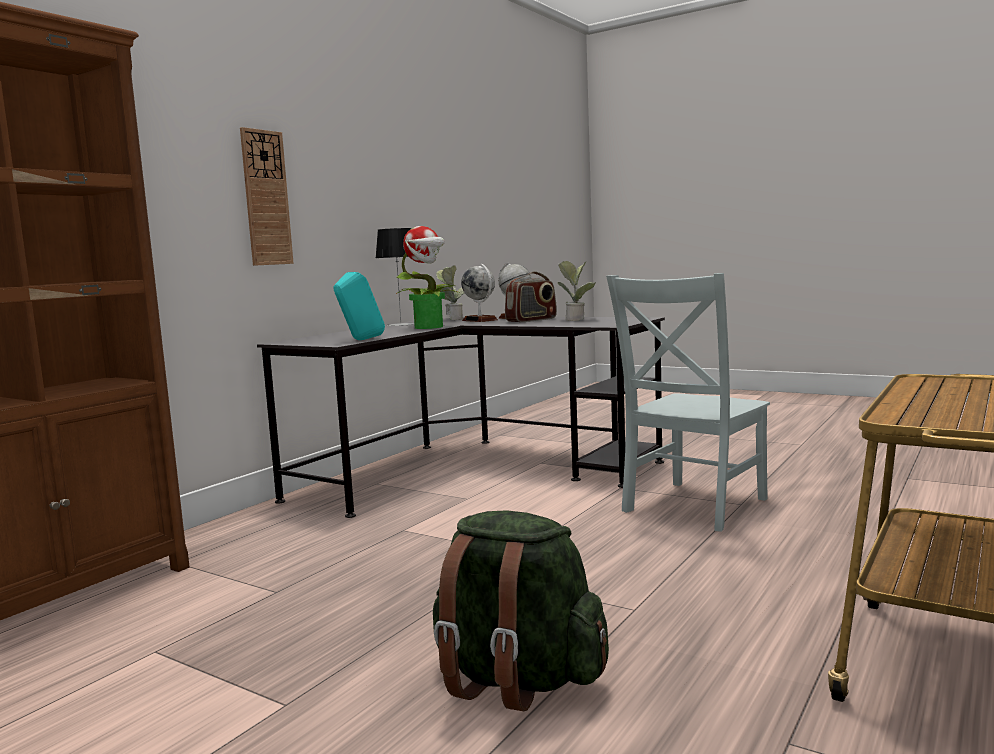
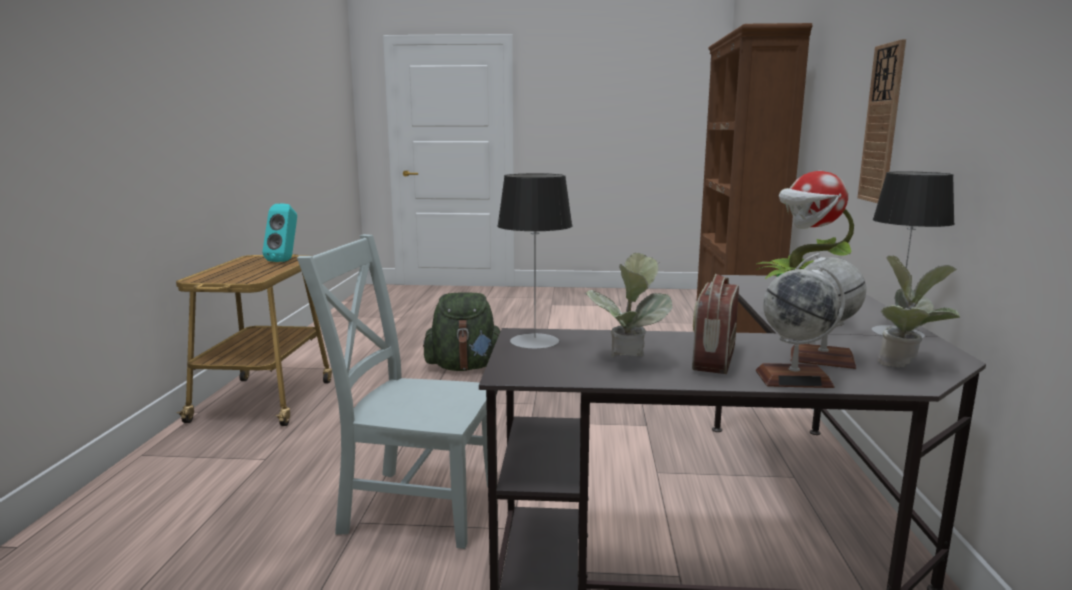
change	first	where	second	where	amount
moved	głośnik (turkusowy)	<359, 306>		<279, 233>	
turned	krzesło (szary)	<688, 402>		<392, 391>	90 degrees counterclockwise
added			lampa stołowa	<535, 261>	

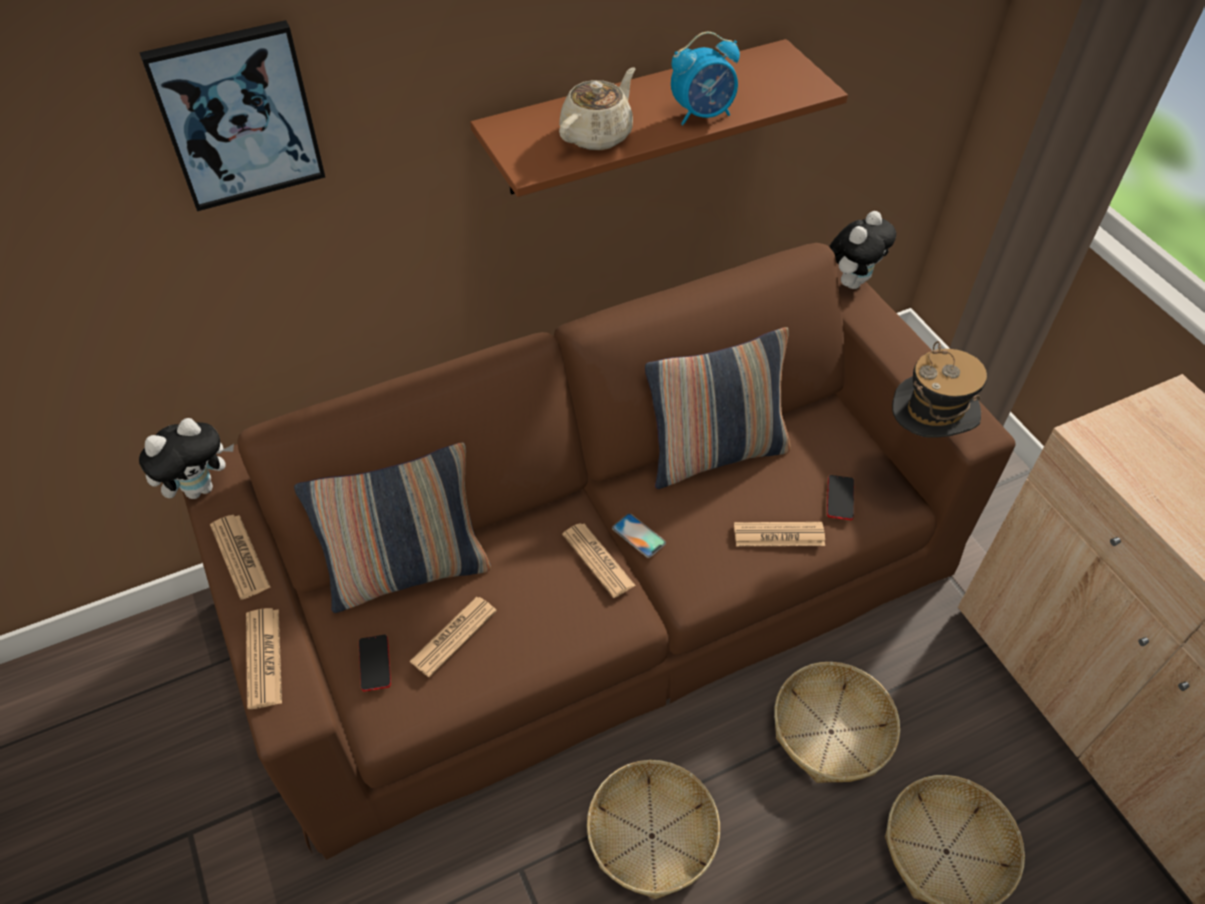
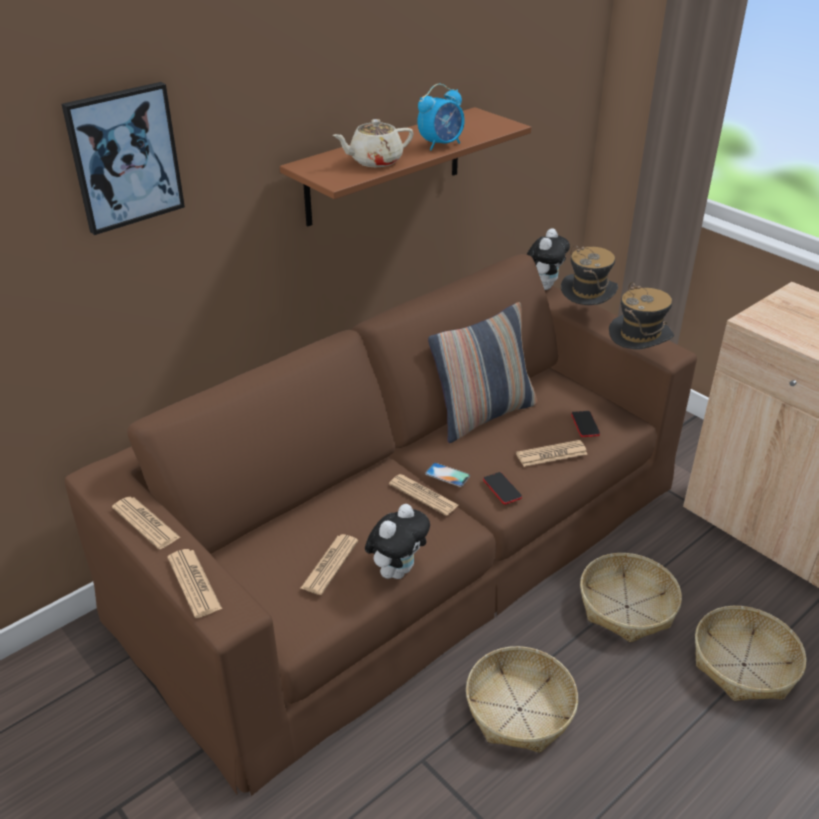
change	first	where	second	where	amount
turned	imbryk (beżowy)	<597, 108>		<373, 143>	135 degrees counterclockwise
moved	pluszak	<186, 458>		<397, 541>	
removed	poduszka	<392, 527>			
moved	telefon	<375, 663>		<502, 488>	
added			kapelusz	<589, 275>	

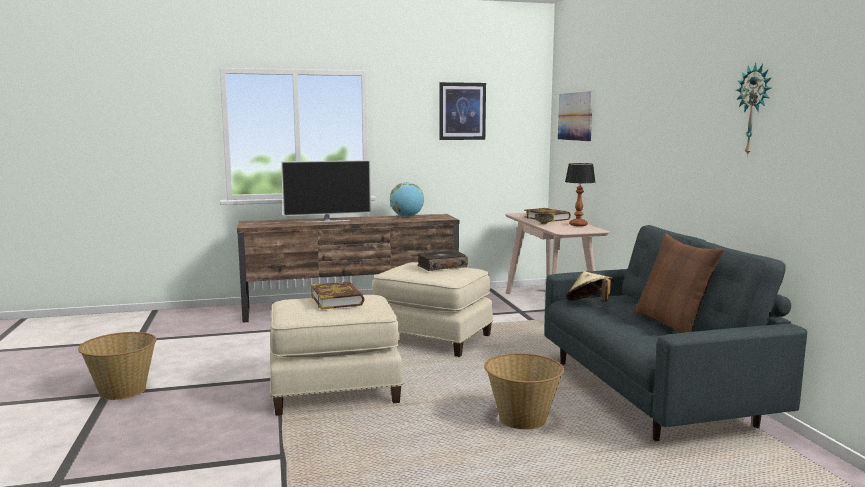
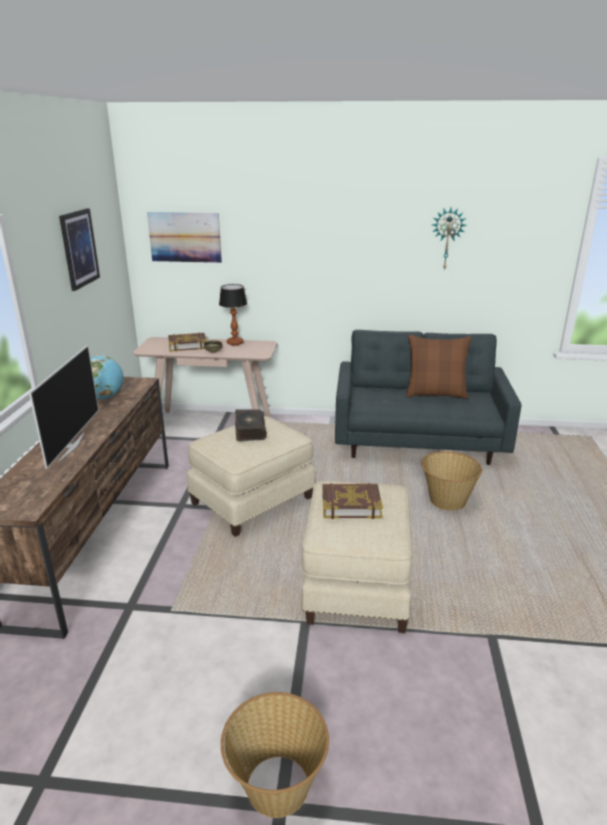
change	first	where	second	where	amount
removed	kapelusz (beżowy)	<590, 286>			

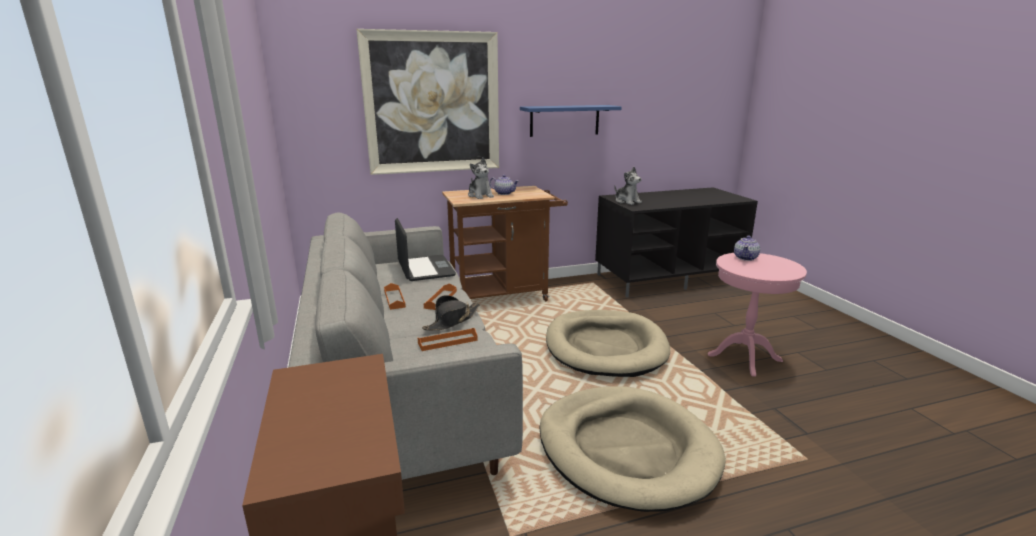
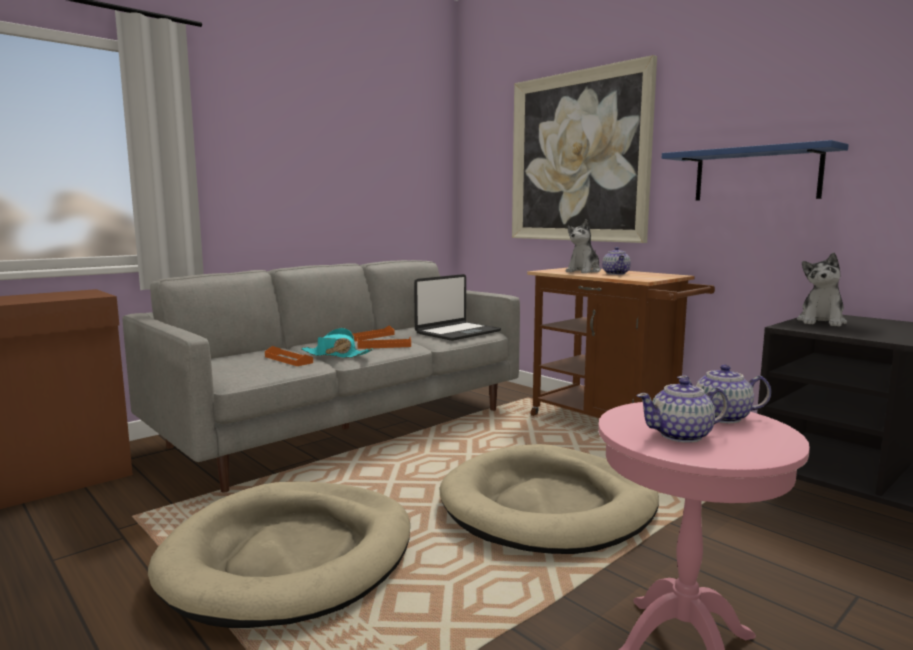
change	first	where	second	where	amount
recoloured	kapelusz (czarny)	<451, 312>	kapelusz (turkusowy)	<337, 343>	
added			imbryk	<682, 410>	

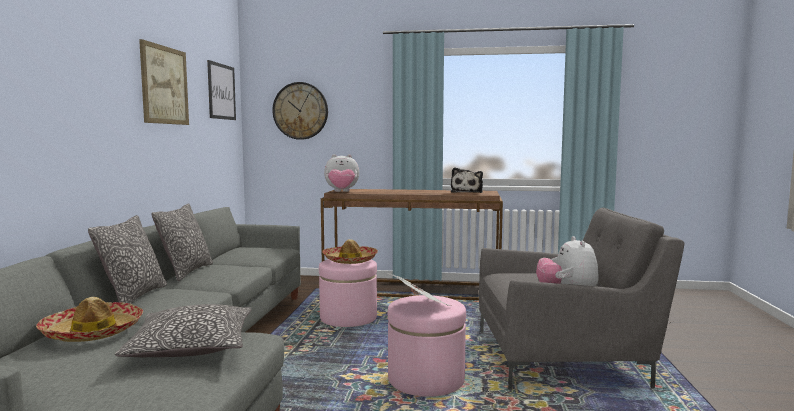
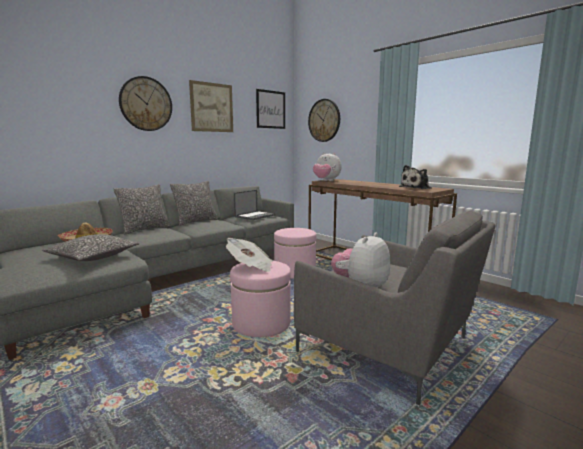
change	first	where	second	where	amount
removed	kapelusz	<350, 251>			
added			zegar ścienny	<145, 103>	
added			laptop	<254, 205>	

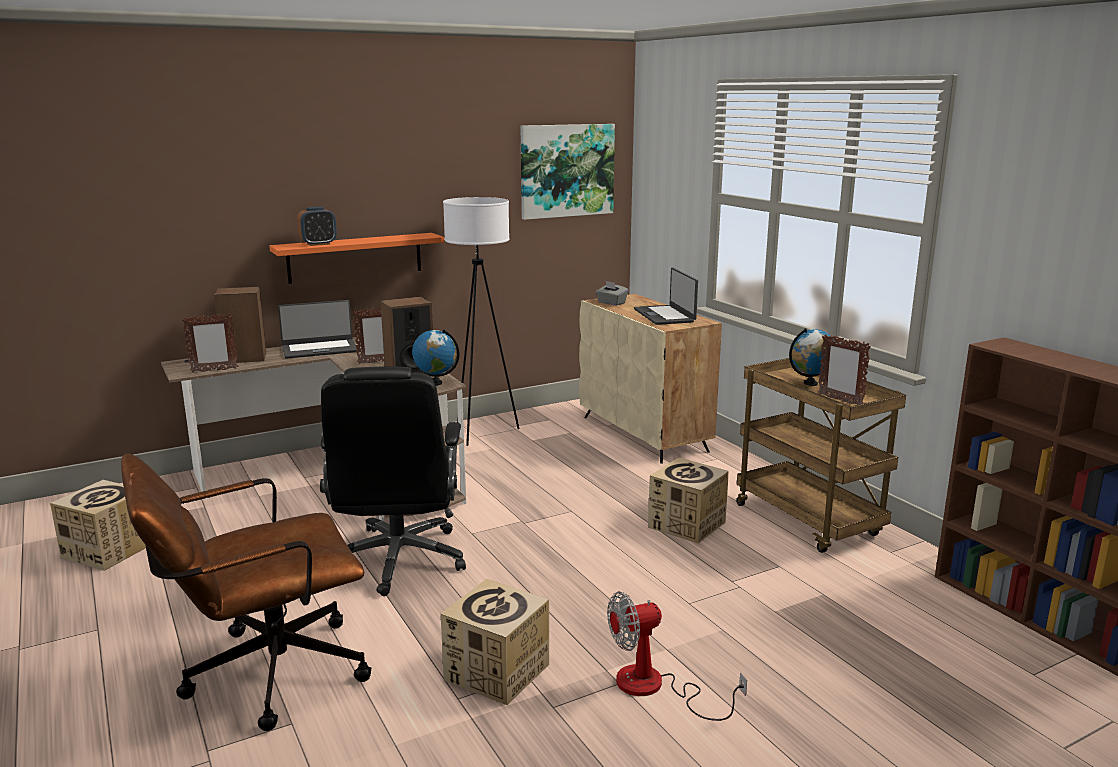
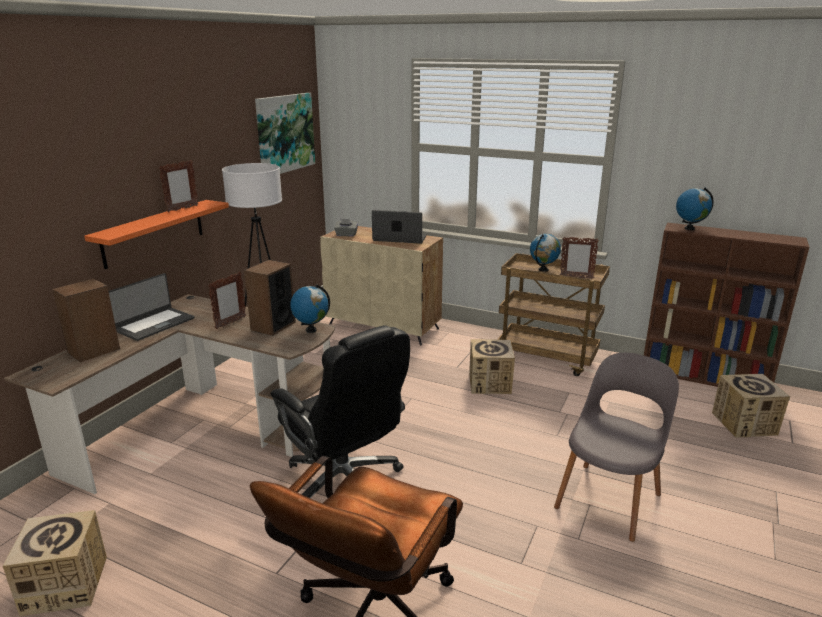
change	first	where	second	where	amount
removed	budzik	<317, 226>			
turned	laptop	<666, 296>		<399, 227>	150 degrees clockwise
moved	ramka na zdjęcie	<210, 343>		<178, 186>	
moved	karton	<495, 642>		<751, 406>	
replaced	wentylator	<677, 656>	krzesło (szary)	<616, 447>	
added			globus	<695, 209>	

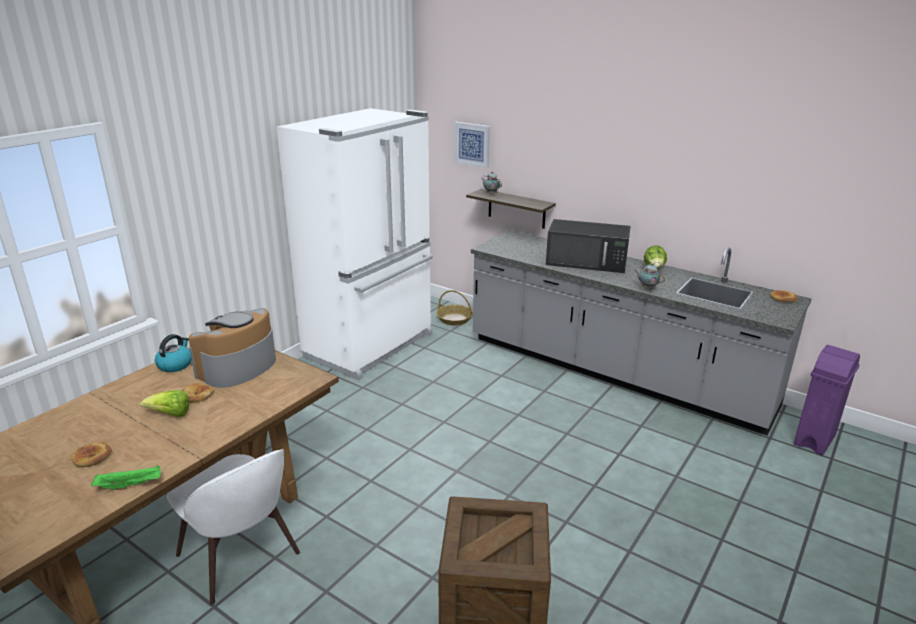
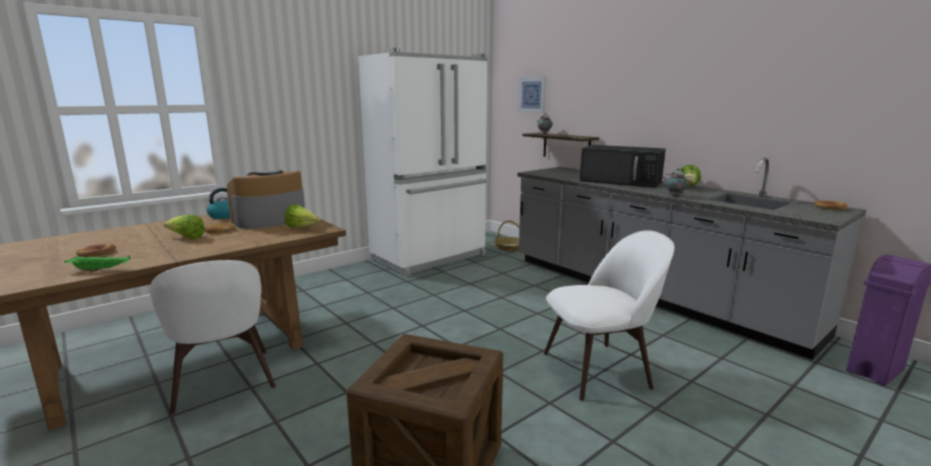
change	first	where	second	where	amount
added			sałata	<302, 216>	
added			krzesło (biały)	<609, 315>	

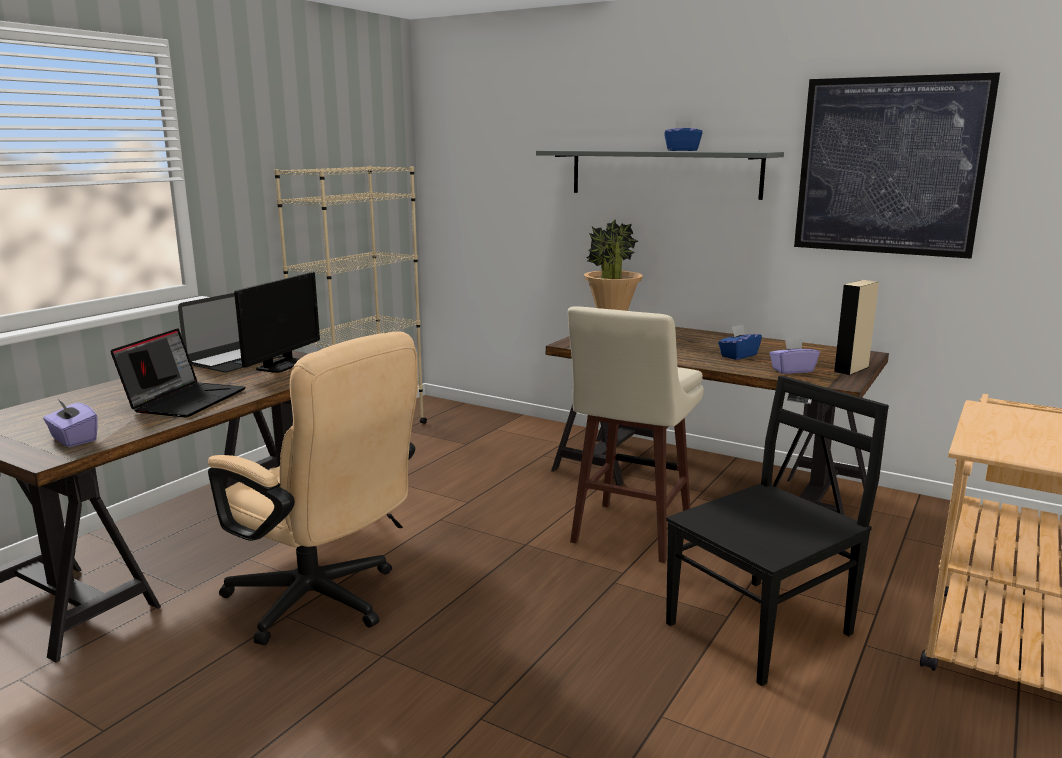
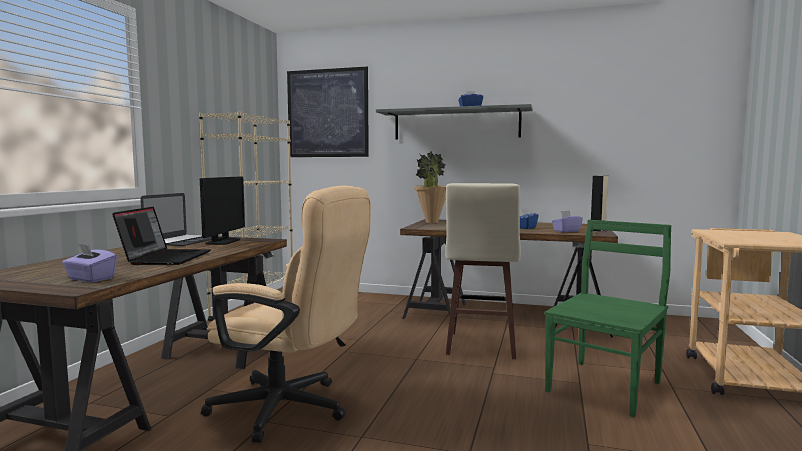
change	first	where	second	where	amount
moved	obraz	<897, 165>		<328, 112>	
recoloured	krzesło (czarny)	<777, 530>	krzesło (zielony)	<607, 318>	

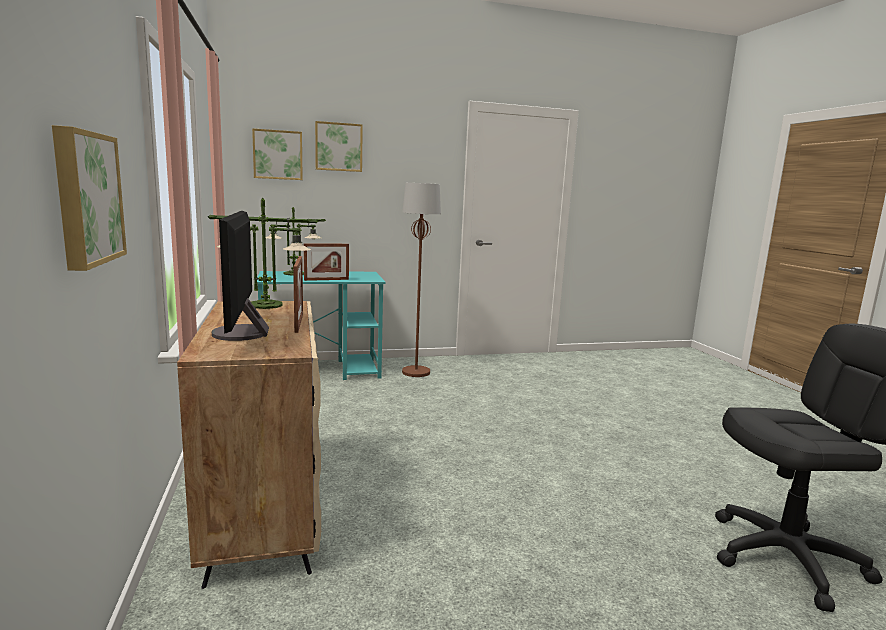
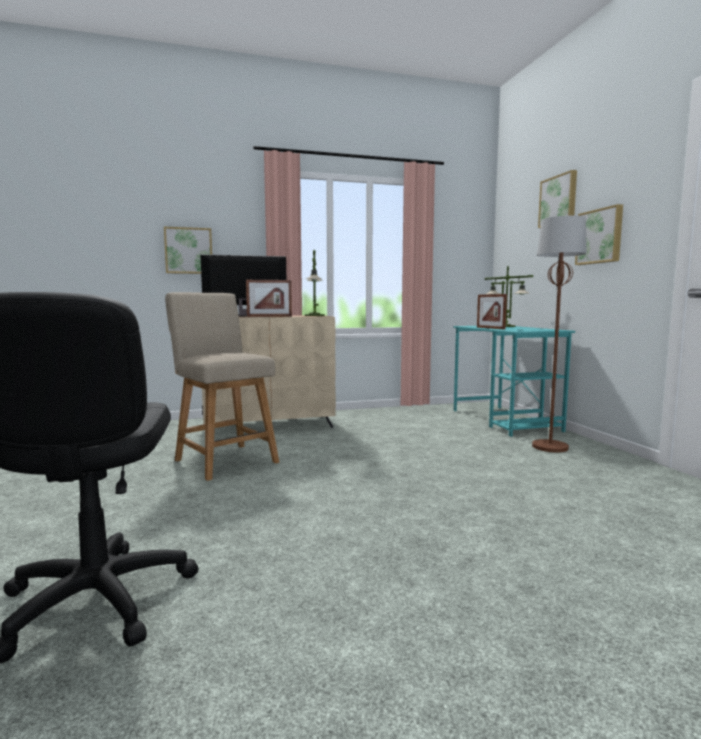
change	first	where	second	where	amount
moved	obraz	<277, 154>		<599, 234>	
added			krzesło (beżowy)	<222, 386>	

